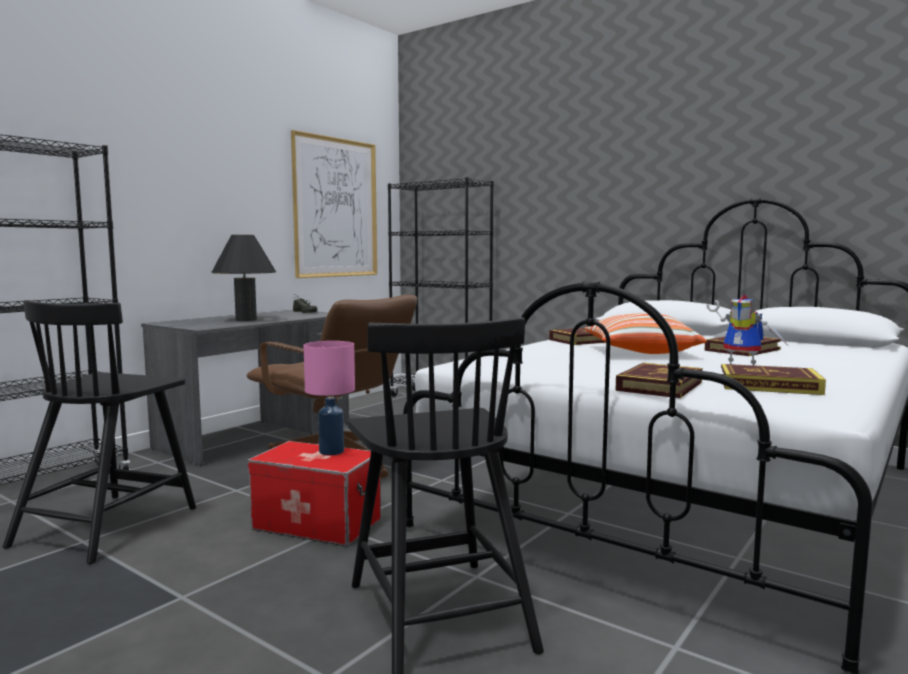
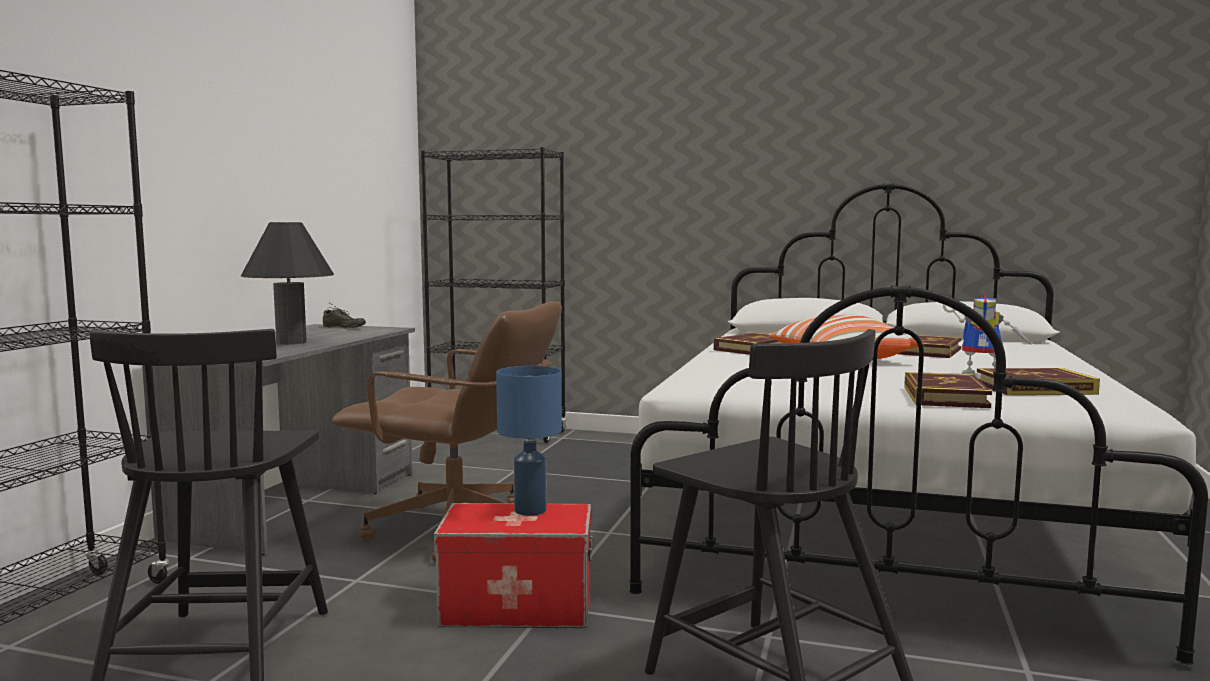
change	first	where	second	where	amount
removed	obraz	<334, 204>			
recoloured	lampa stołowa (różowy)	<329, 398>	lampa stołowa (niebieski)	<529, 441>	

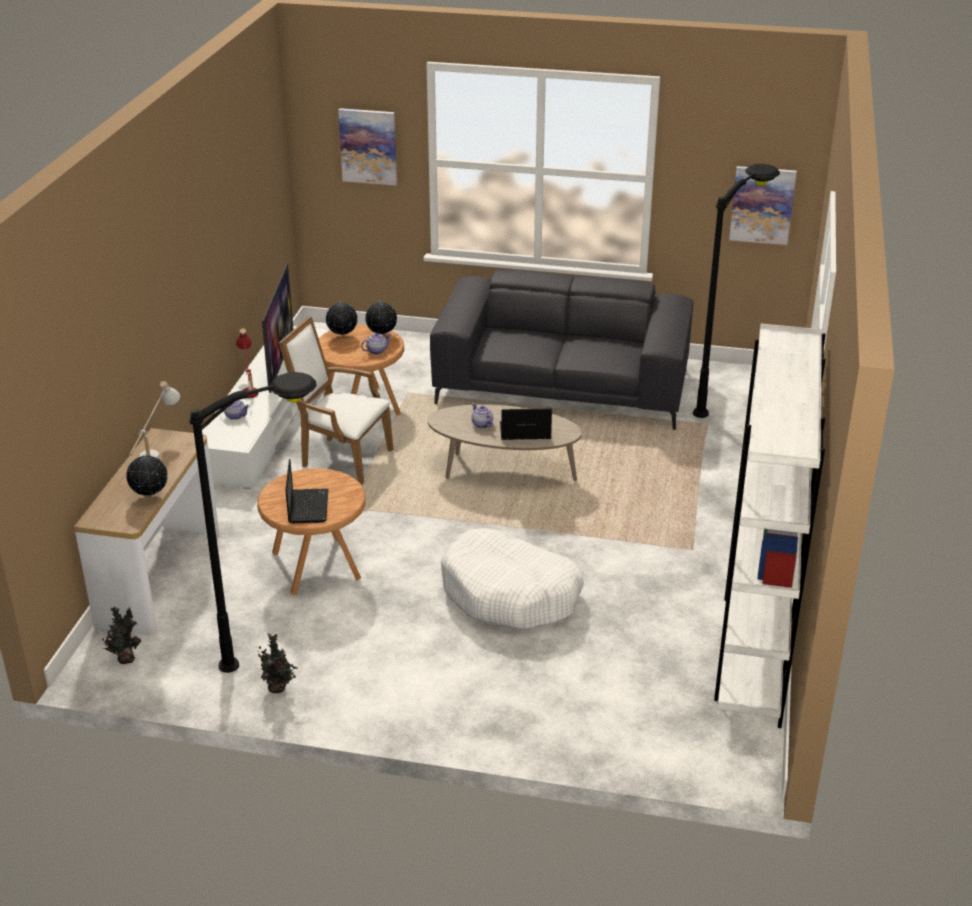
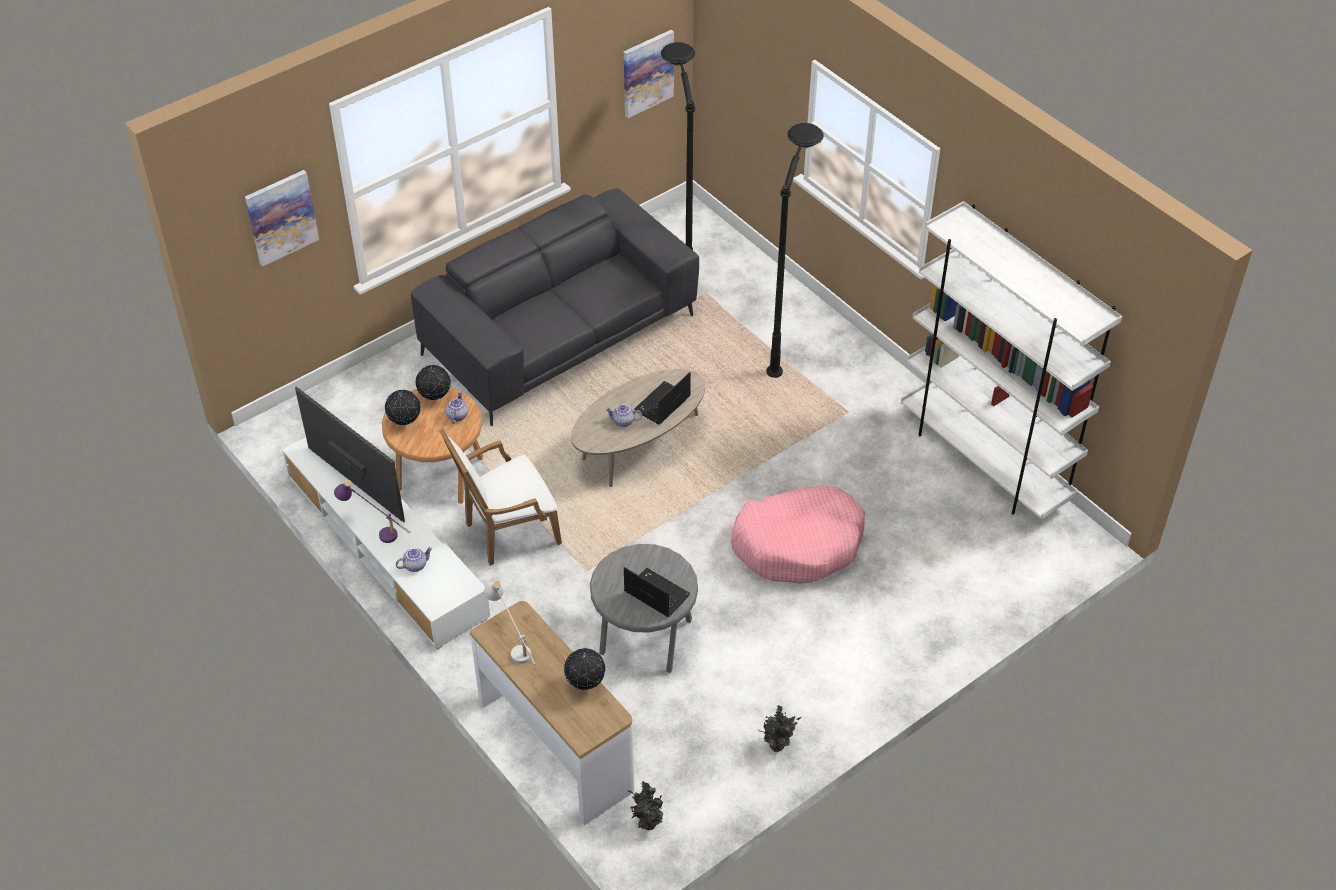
change	first	where	second	where	amount
recoloured	lampa stołowa (czerwony)	<247, 363>	lampa stołowa (fioletowy)	<372, 511>	
moved	lampa stojąca (czarny)	<253, 522>		<795, 250>	
recoloured	stolik (brązowy)	<311, 531>	stolik (szary)	<644, 608>	
recoloured	legowisko (biały)	<512, 579>	legowisko (różowy)	<798, 534>	

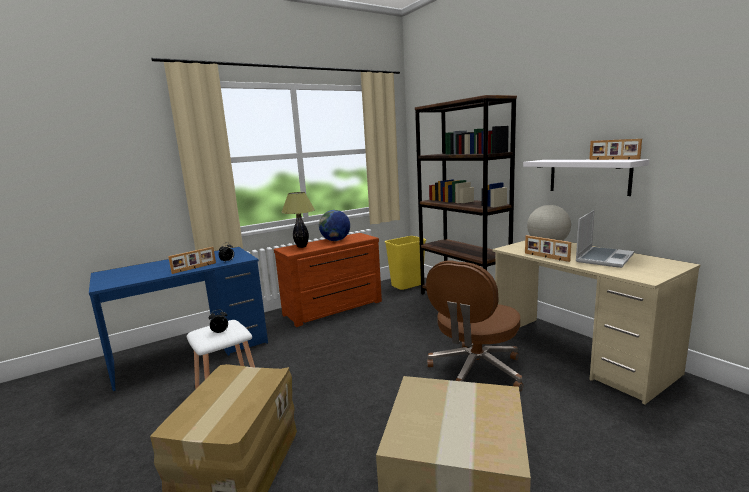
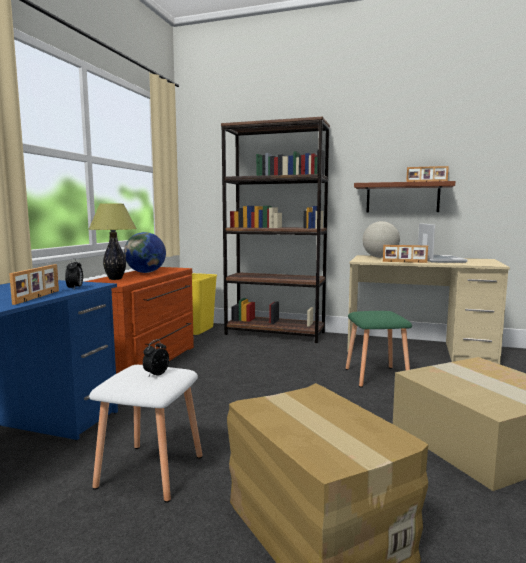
change	first	where	second	where	amount
recoloured	półka (biały)	<586, 177>	półka (brązowy)	<404, 196>	
replaced	krzesło biurowe (brązowy)	<474, 326>	stołek (zielony)	<378, 349>	

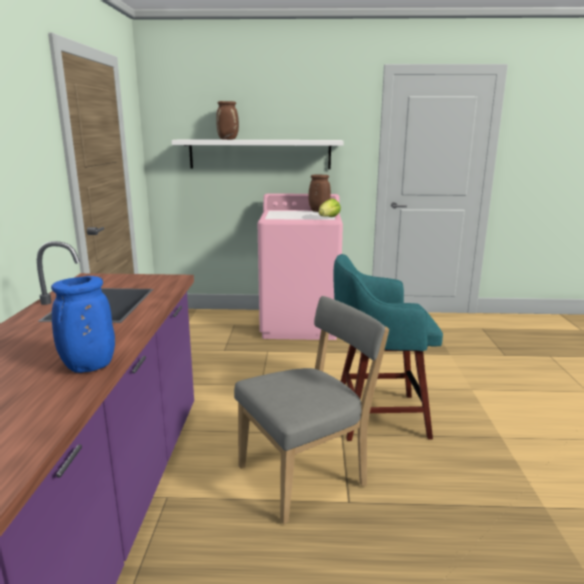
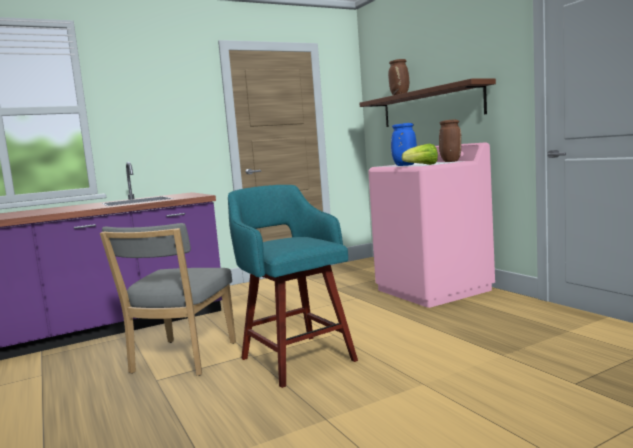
change	first	where	second	where	amount
recoloured	półka (biały)	<257, 154>	półka (brązowy)	<427, 102>	
moved	wazon (niebieski)	<83, 324>		<404, 144>	
turned	krzesło (szary)	<311, 410>		<168, 299>	75 degrees clockwise

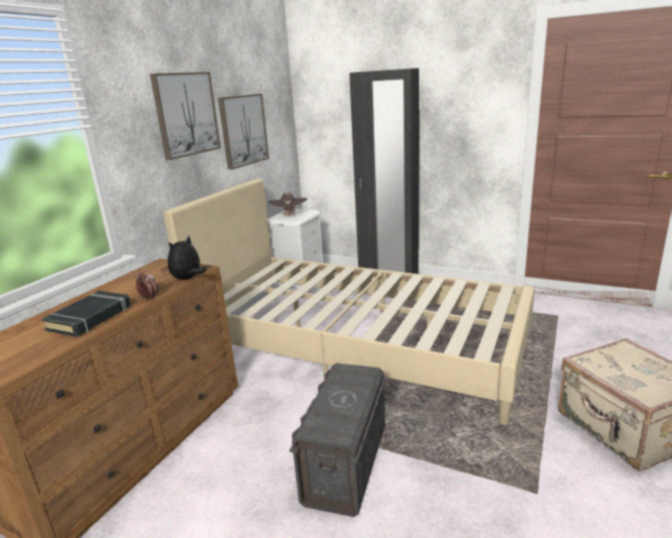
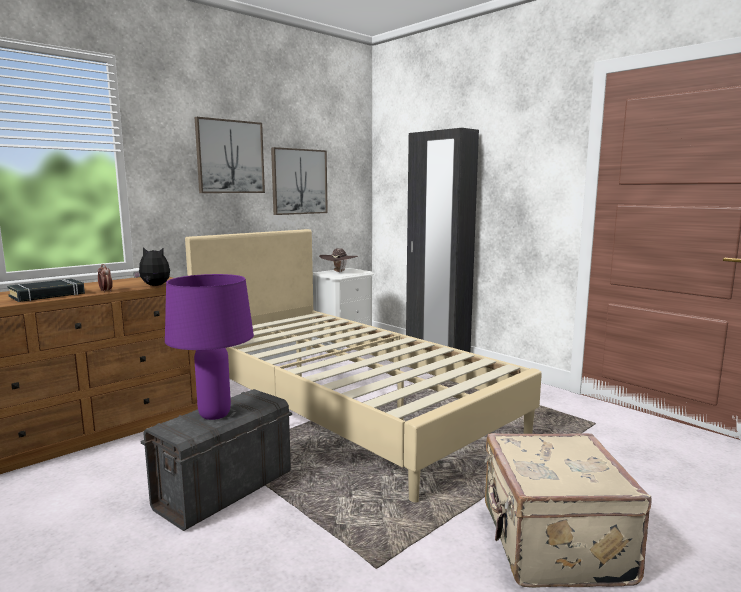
change	first	where	second	where	amount
turned	pluszak	<187, 258>		<151, 266>	45 degrees clockwise
added			lampa stołowa (fioletowy)	<209, 347>	

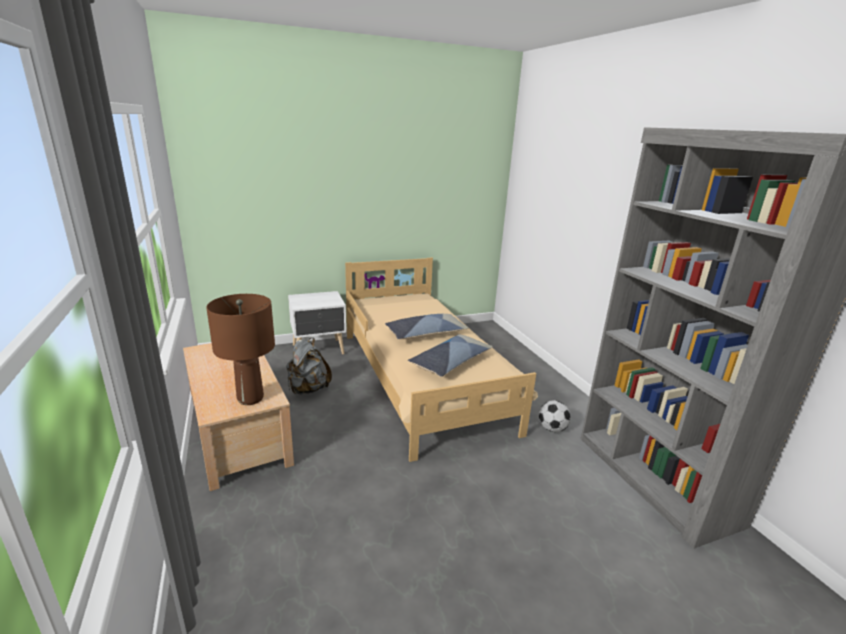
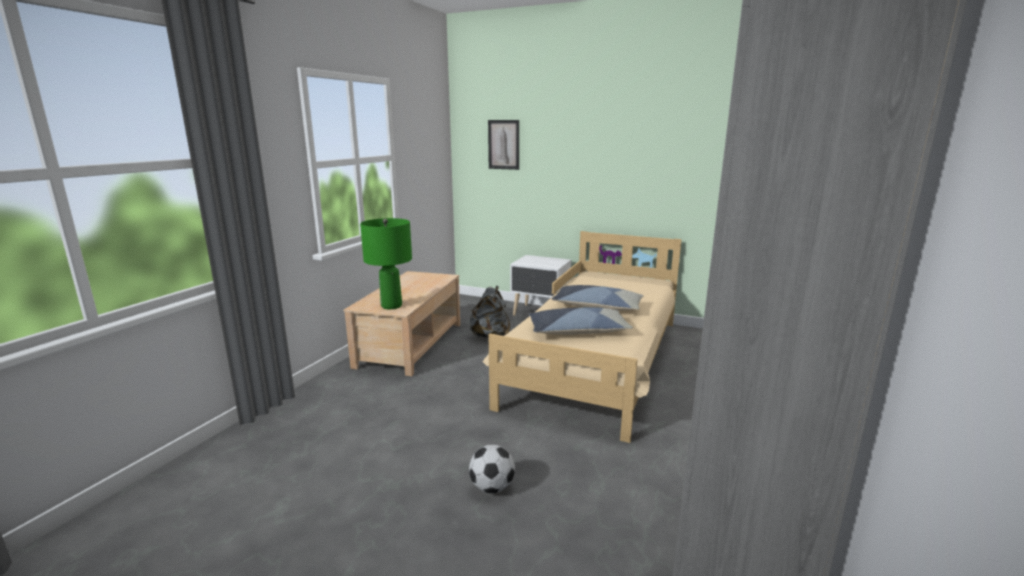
change	first	where	second	where	amount
recoloured	lampa stołowa (brązowy)	<240, 349>	lampa stołowa (zielony)	<386, 263>	
moved	piłka futbolowa	<555, 416>		<492, 469>	
added			obraz	<503, 145>	

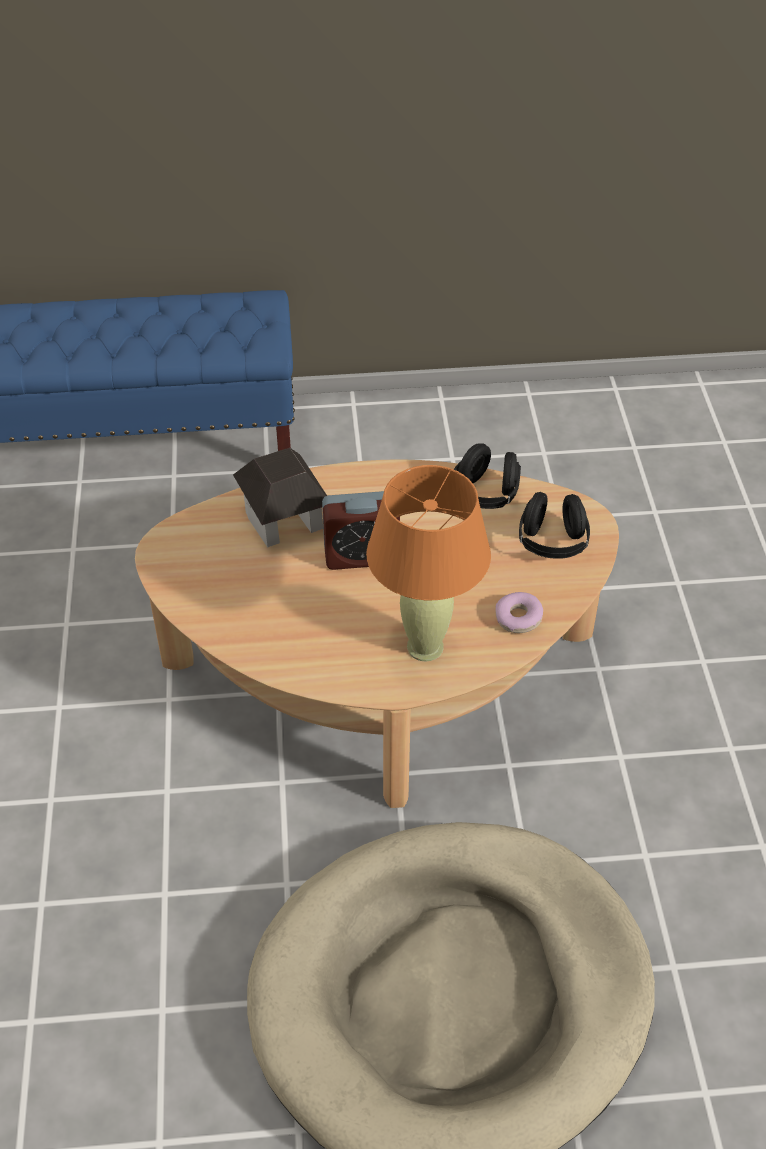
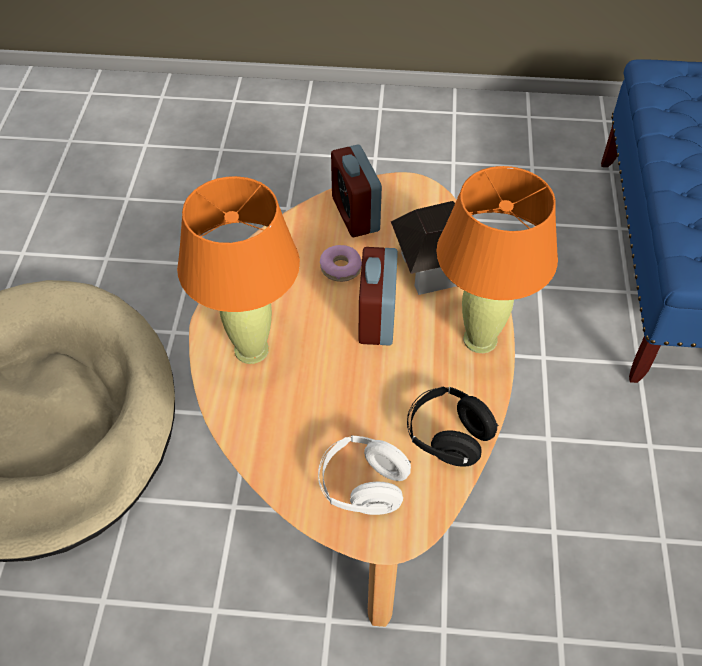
change	first	where	second	where	amount
recoloured	słuchawki (czarny)	<554, 525>	słuchawki (biały)	<364, 475>	
moved	donut	<519, 612>		<341, 263>	
added			budzik	<356, 190>	
added			lampa stołowa (pomarańczowy)	<497, 259>	

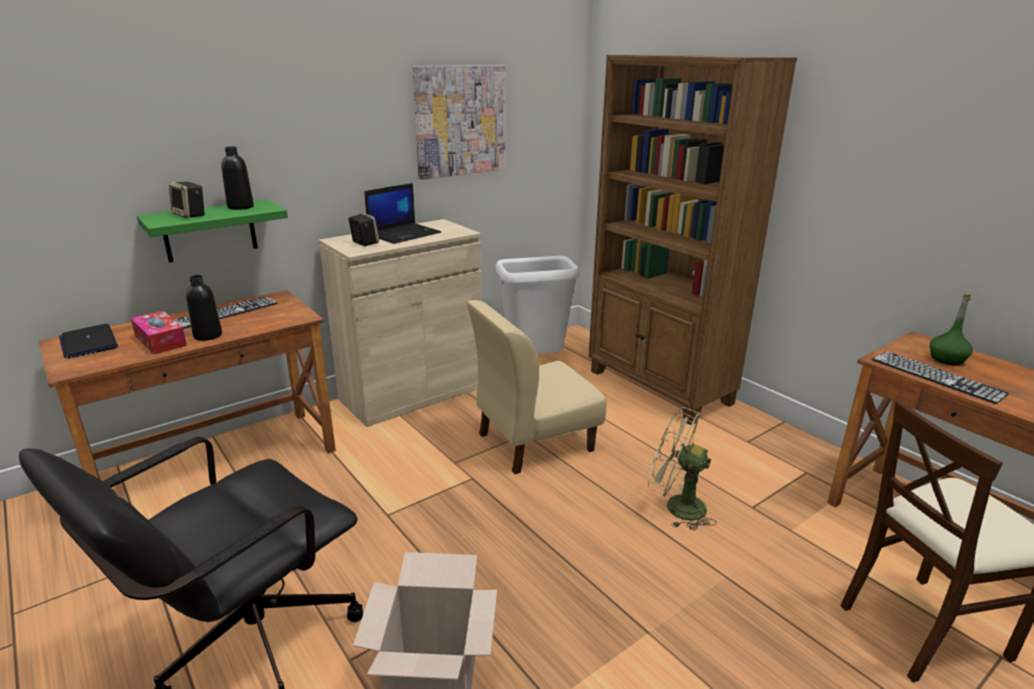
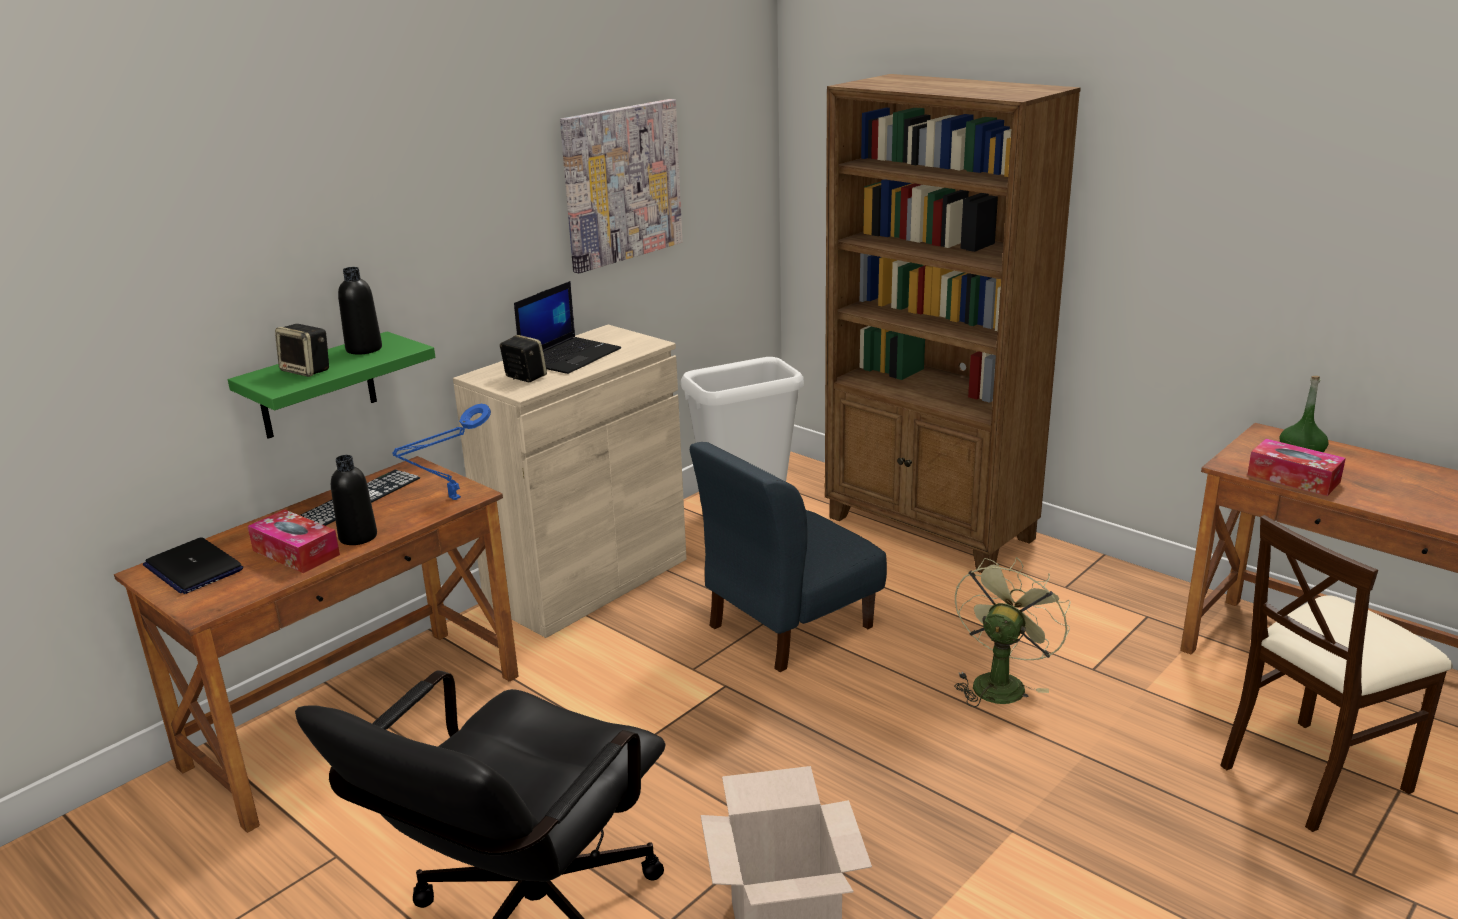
change	first	where	second	where	amount
recoloured	krzesło (beżowy)	<536, 387>	krzesło (niebieski)	<788, 557>	
replaced	klawiatura	<940, 377>	pudełko chusteczek	<1296, 467>	
turned	wentylator (zielony)	<682, 468>		<1012, 632>	105 degrees clockwise
added			lampa stołowa (niebieski)	<442, 452>	

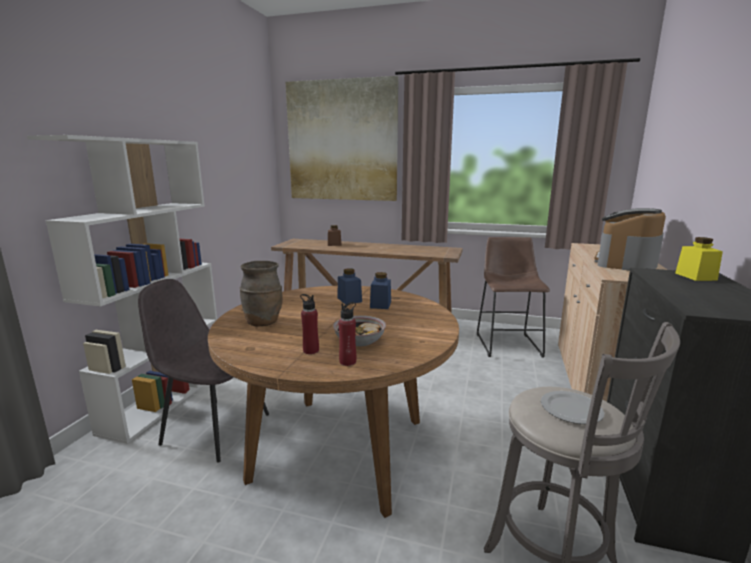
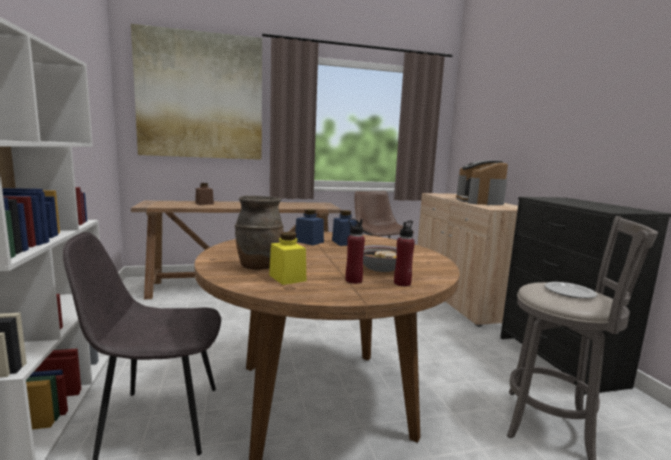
change	first	where	second	where	amount
moved	słoik (żółty)	<699, 259>		<287, 258>	

